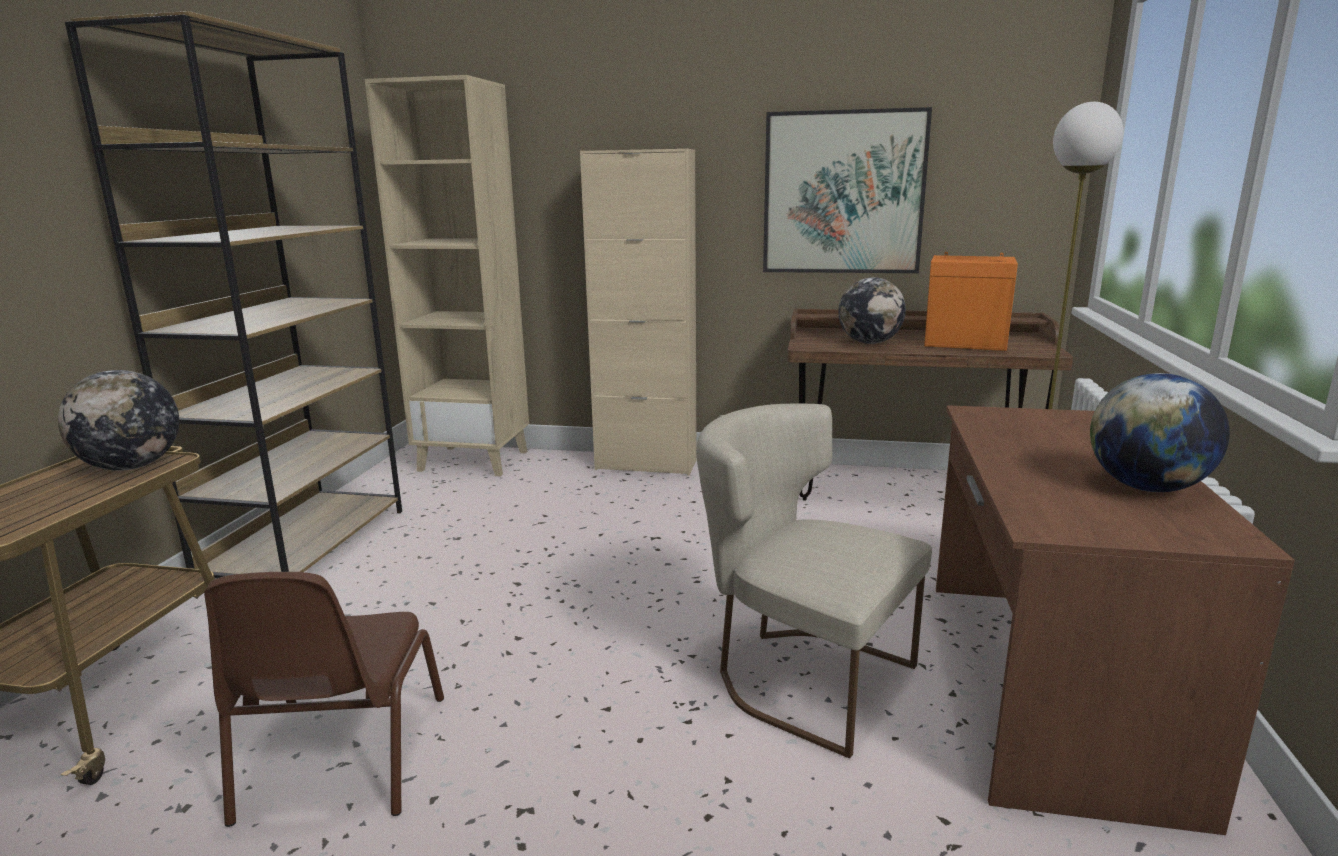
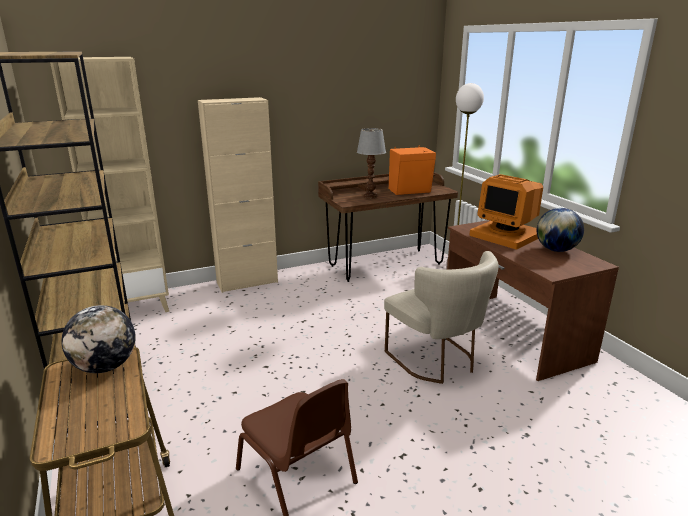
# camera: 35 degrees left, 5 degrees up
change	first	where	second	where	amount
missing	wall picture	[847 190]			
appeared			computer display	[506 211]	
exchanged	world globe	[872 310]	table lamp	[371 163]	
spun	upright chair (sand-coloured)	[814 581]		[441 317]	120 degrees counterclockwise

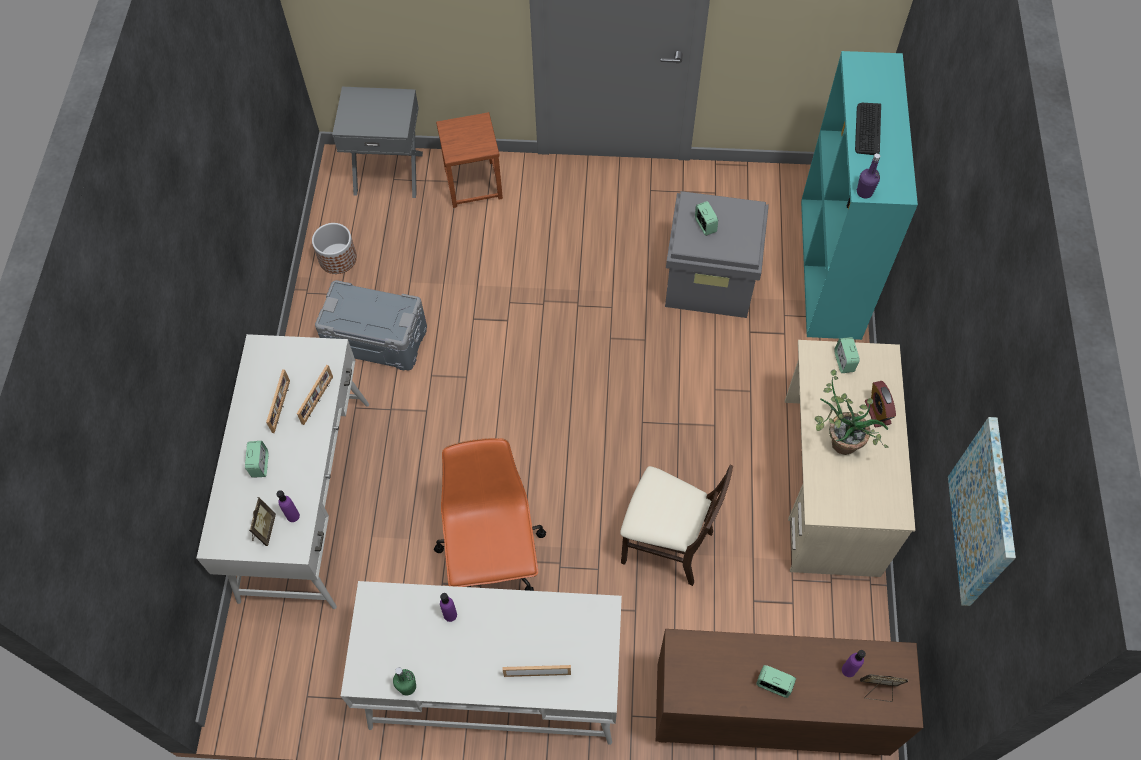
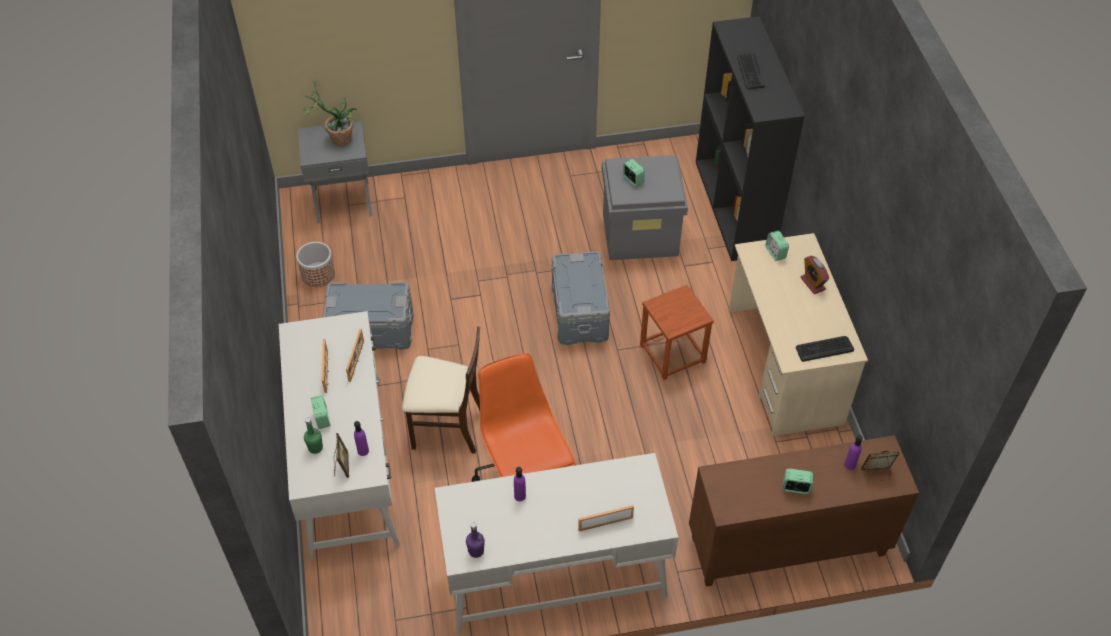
# camera: 15 degrees left, 10 degrees down
change	first	where	second	where	amount
missing	wall picture	[982 511]			
appeared			storage container (gray)	[580 298]	
appeared			keyboard	[825 349]	
relocated	drink bottle (green-coloured)	[404 681]		[313 436]	
relocated	sitting stool (brown-coloured)	[469 160]		[677 332]	
relocated	upright chair (sand-coloured)	[676 525]		[441 390]	
relocated	houseplant	[851 412]		[332 113]	
relocated	drink bottle (purple-coloured)	[868 175]		[475 540]	
colour	shelving unit (turquoise-coloured)	[859 195]	shelving unit (black-coloured)	[750 138]	

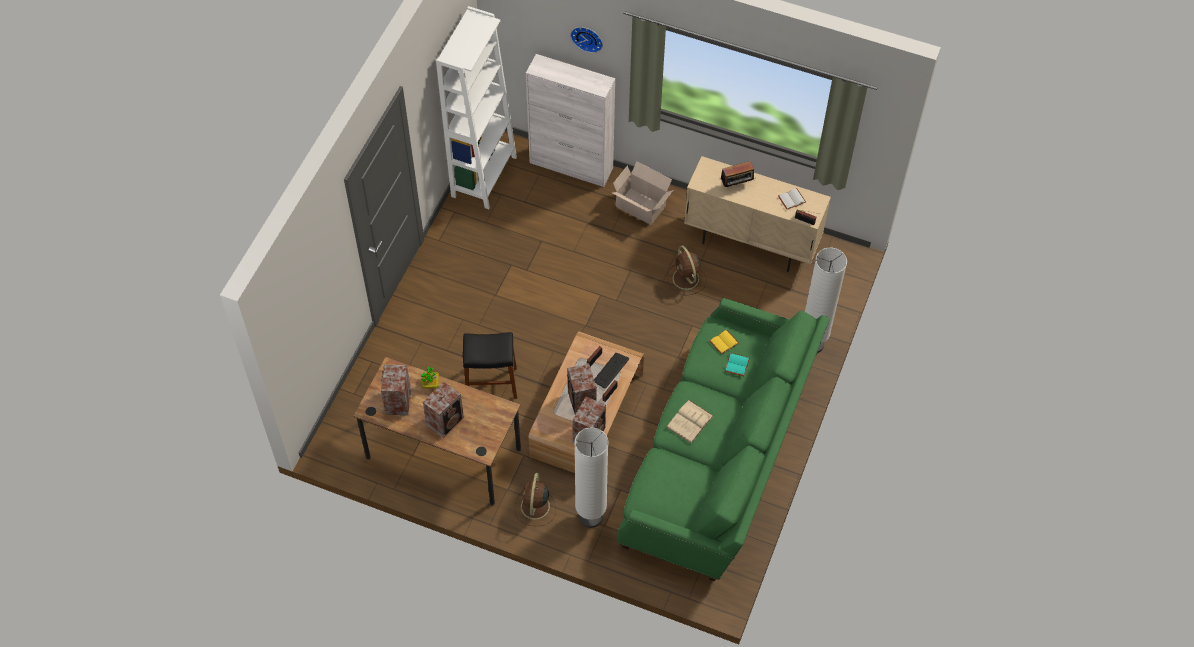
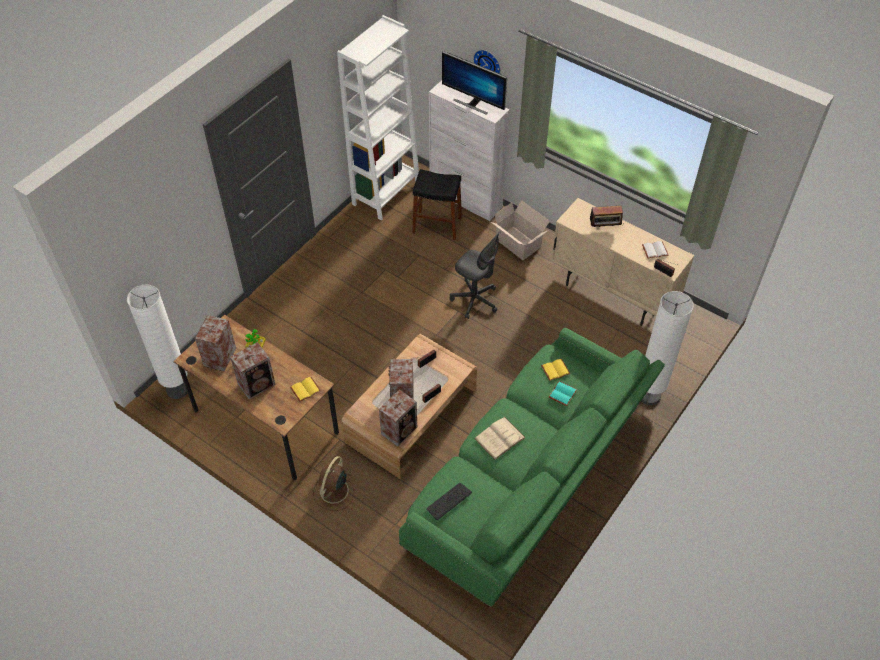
# camera: 15 degrees right, 5 degrees down
change	first	where	second	where	amount
missing	electric fan (brown-coloured)	[687 271]			
appeared			book (yellowish)	[305 389]	
appeared			computer display	[474 83]	
appeared			office chair (gray)	[475 275]	
relocated	sitting stool (black-coloured)	[490 365]		[437 204]	
relocated	standing lamp (white)	[591 477]		[157 342]	
relocated	keyboard	[611 370]		[449 501]	

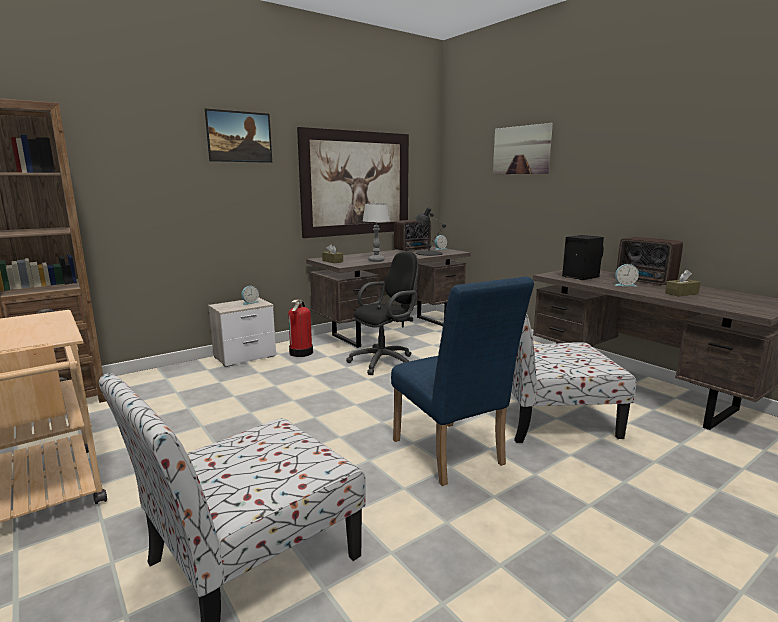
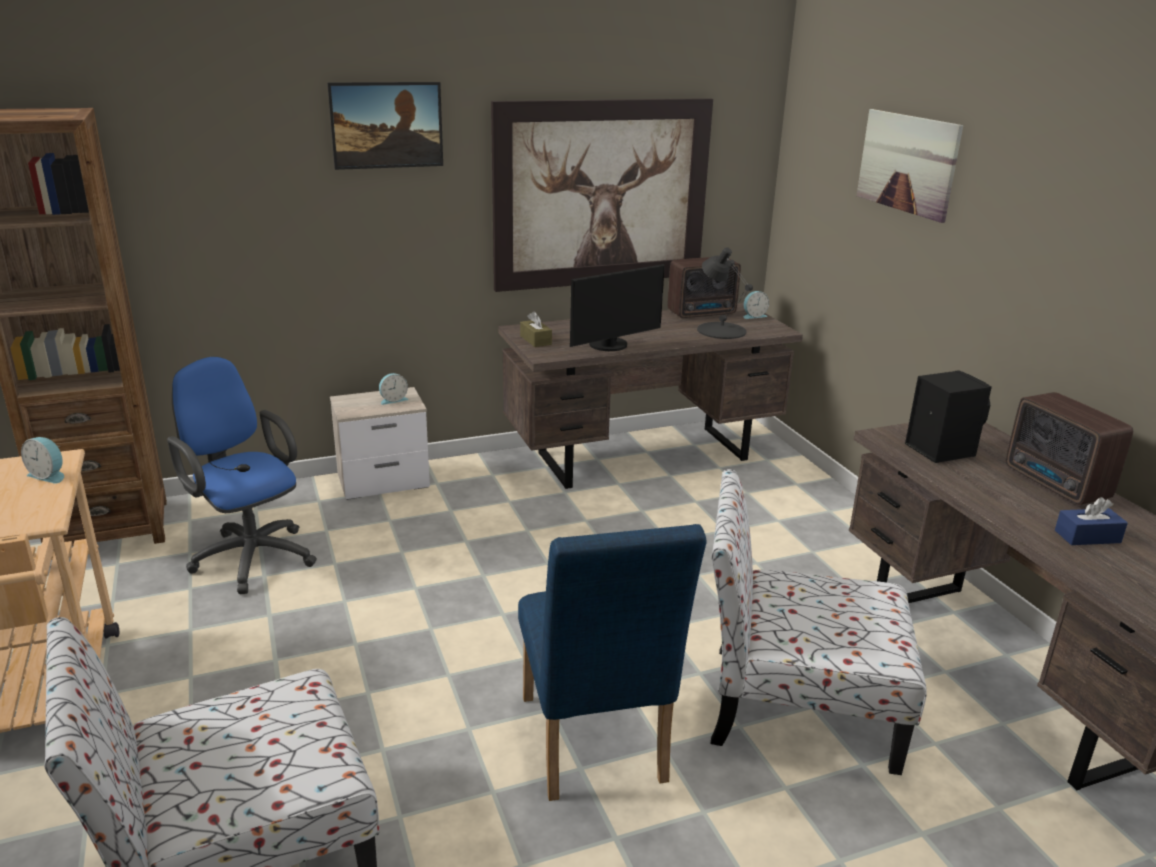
# camera: 15 degrees right, 10 degrees up
change	first	where	second	where	amount
missing	extinguisher	[300 328]			
missing	office chair (black-coloured)	[382 313]			
appeared			office chair (blue)	[242 475]	
relocated	bedside clock	[626 275]		[42 460]	
exchanged	table lamp	[376 232]	computer display	[617 307]	
colour	box of tissues (brown-coloured)	[683 283]	box of tissues (blue)	[1091 521]	

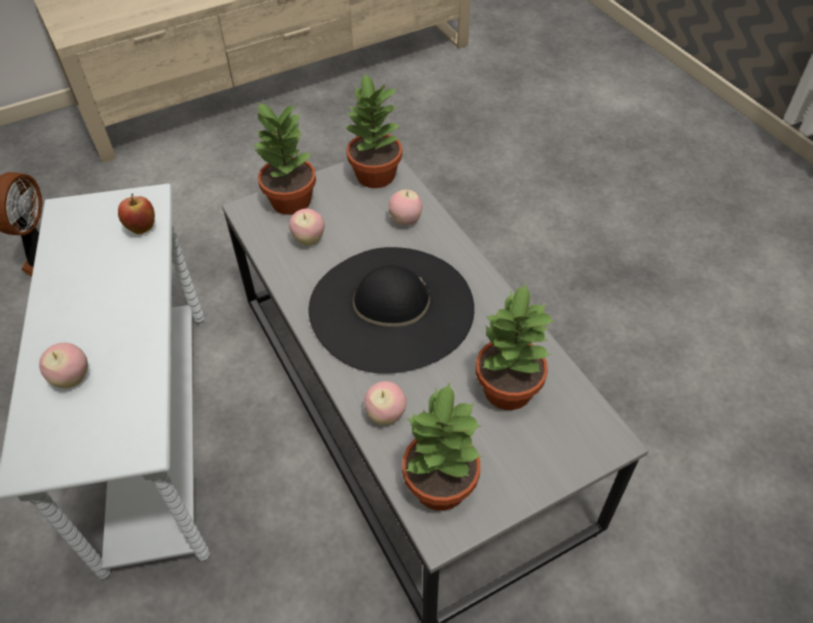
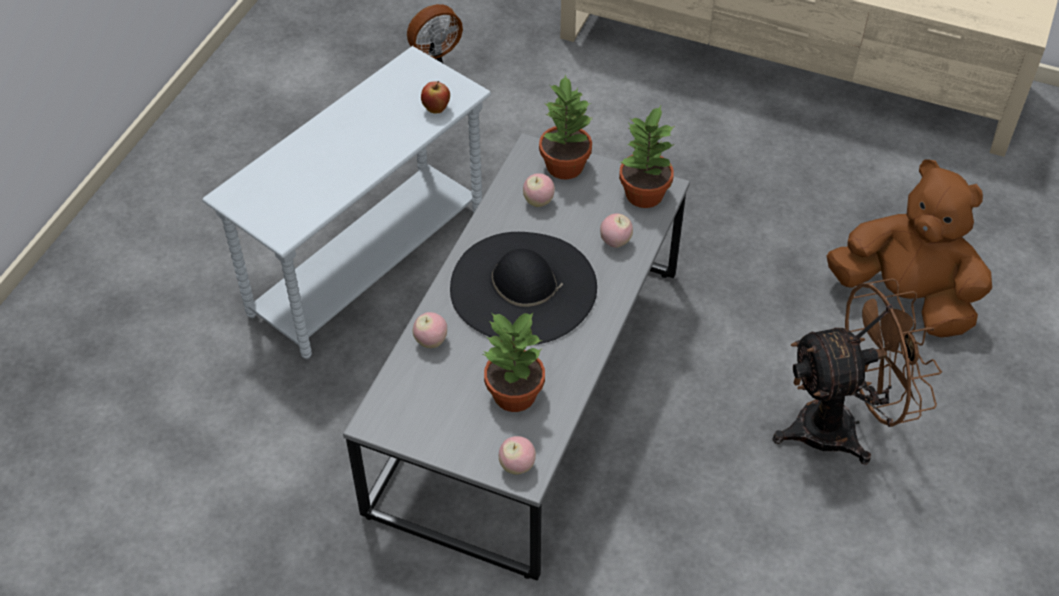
# camera: 50 degrees right, 0 degrees up
change	first	where	second	where	amount
missing	houseplant	[442 446]			
appeared			electric fan (brown-coloured)	[857 371]	
appeared			plush toy (brown-coloured)	[909 248]	
relocated	whole apple	[63 365]		[517 455]	

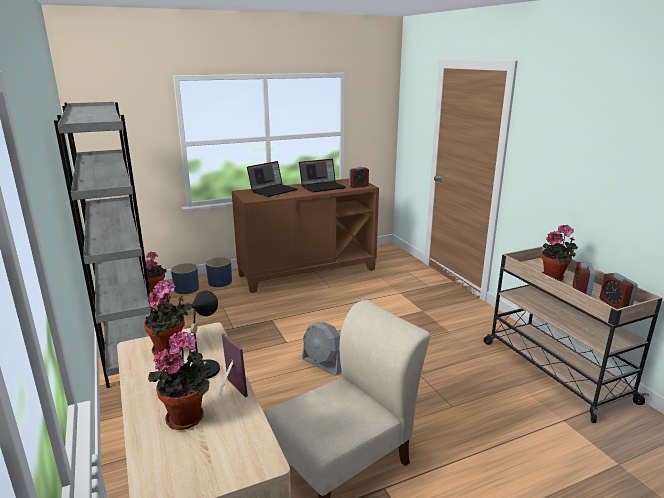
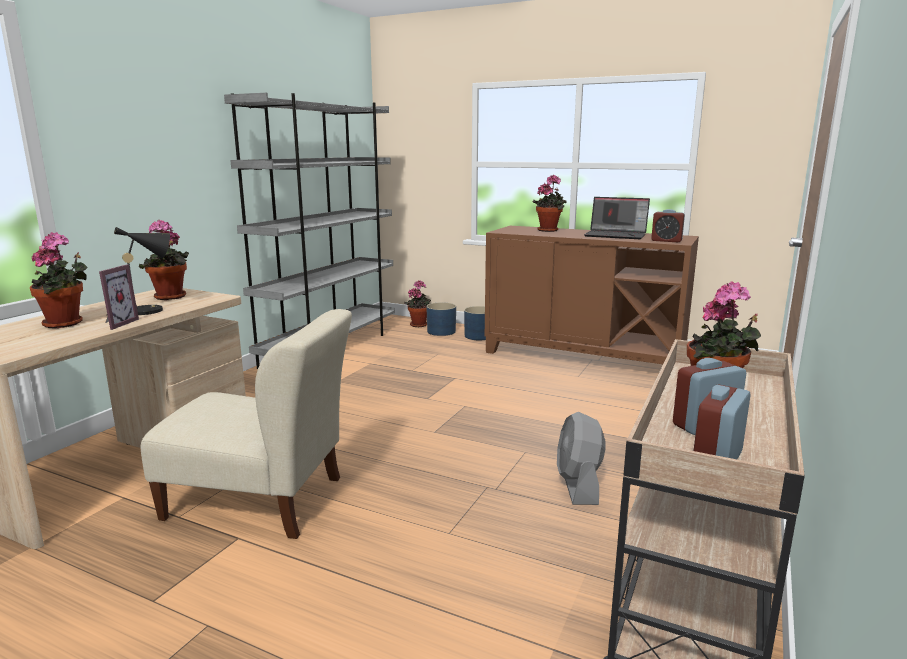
# camera: 50 degrees right, 5 degrees down
change	first	where	second	where	amount
relocated	electric fan (gray)	[322 349]		[581 458]	
exchanged	portable computer	[272 179]	houseplant	[549 203]	

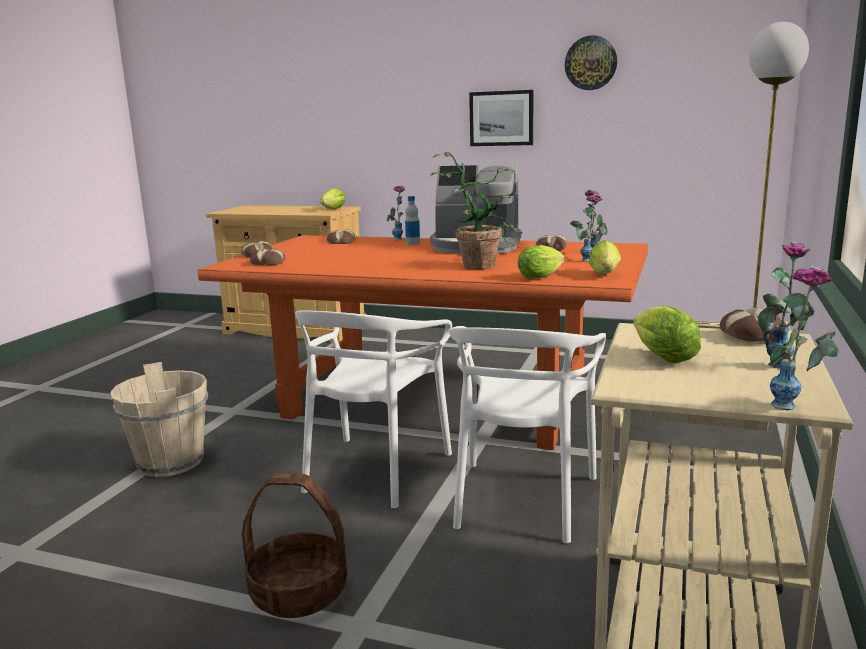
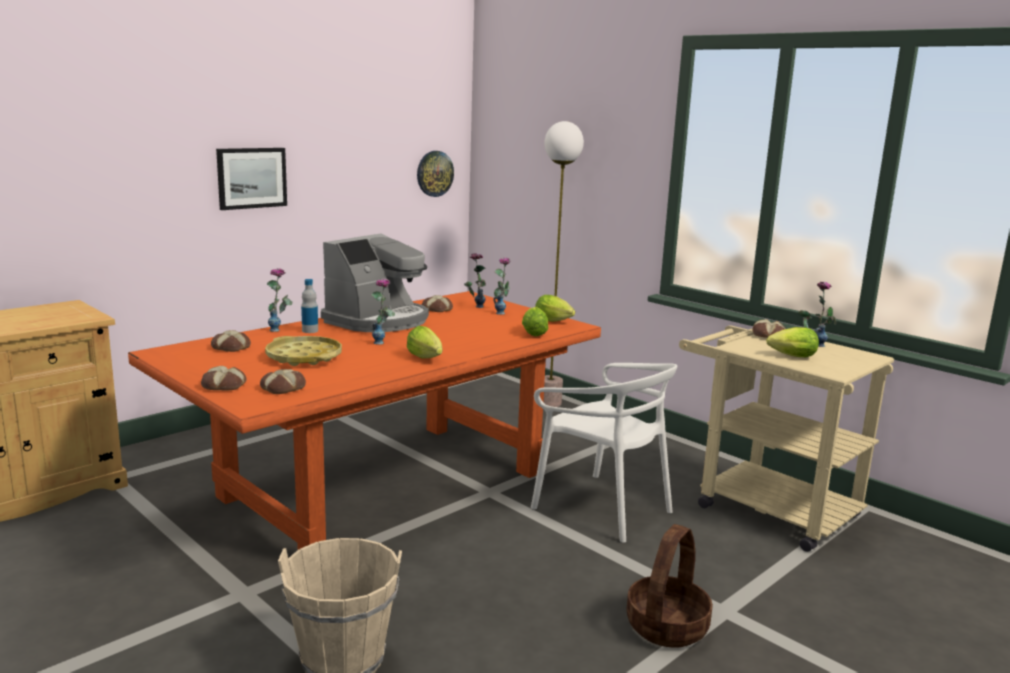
# camera: 65 degrees left, 0 degrees up
change	first	where	second	where	amount
missing	upright chair (white)	[373 409]			
missing	houseplant	[476 210]			
appeared			tray (yellowish)	[303 351]	
relocated	lettuce head	[333 198]		[425 342]	
relocated	wall clock	[591 62]		[435 174]	
relocated	vase	[804 338]		[383 311]	

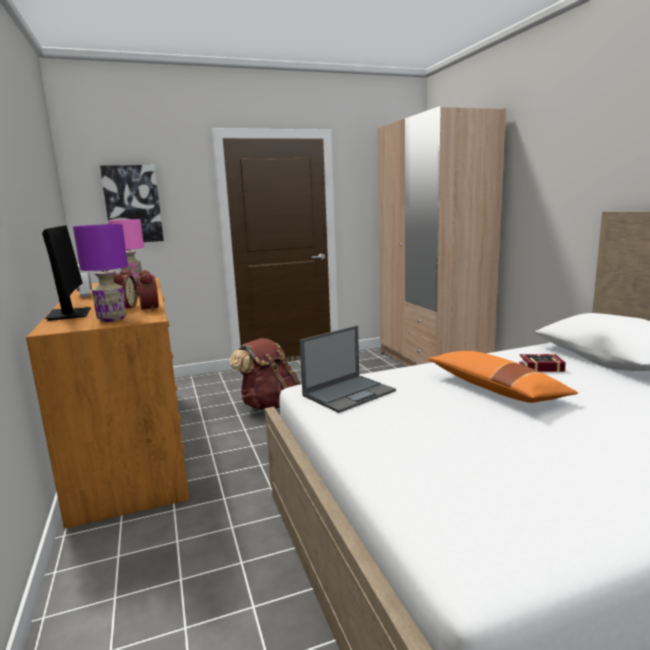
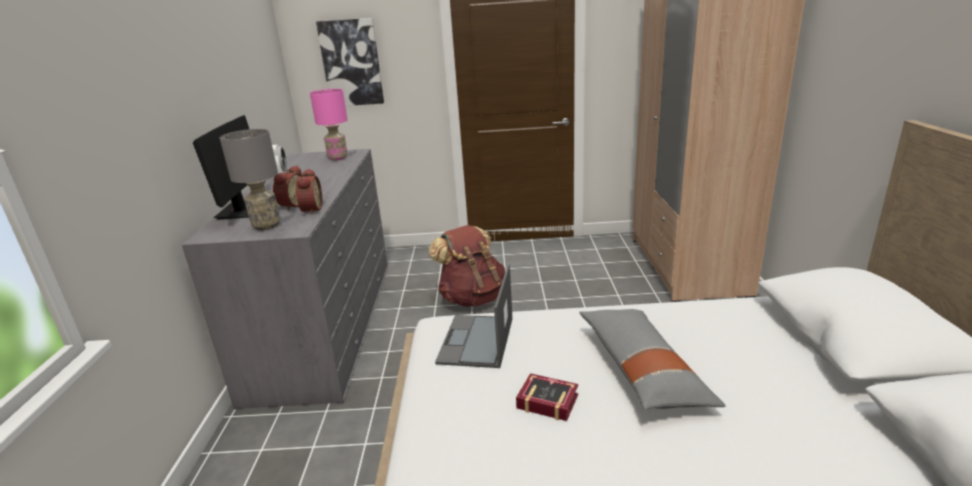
# camera: 20 degrees right, 10 degrees up
change	first	where	second	where	amount
relocated	book	[542 363]		[547 397]	
colour	drawer chest (brown-coloured)	[107 403]	drawer chest (gray)	[285 279]	
colour	table lamp (purple-coloured)	[100 273]	table lamp (gray)	[250 179]	
colour	pillow (orange)	[503 377]	pillow (gray)	[652 359]	
spun	portable computer	[348 369]		[473 316]	120 degrees clockwise

